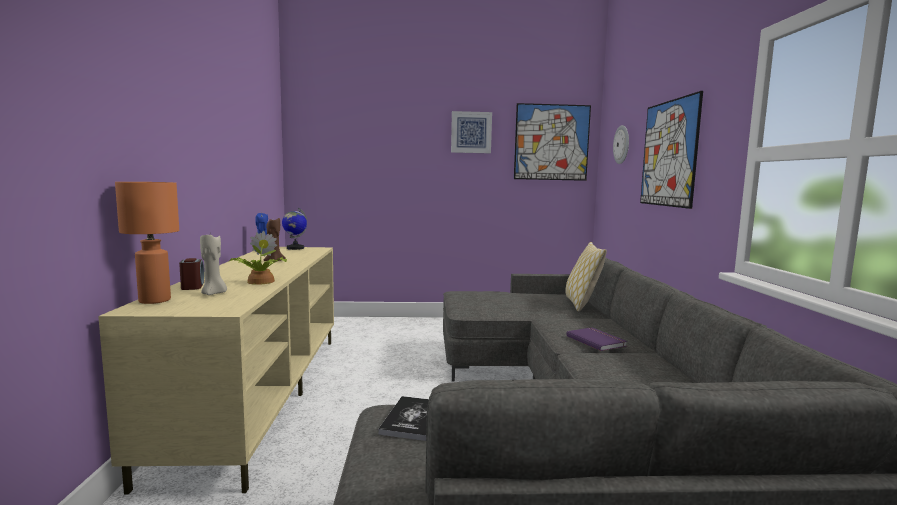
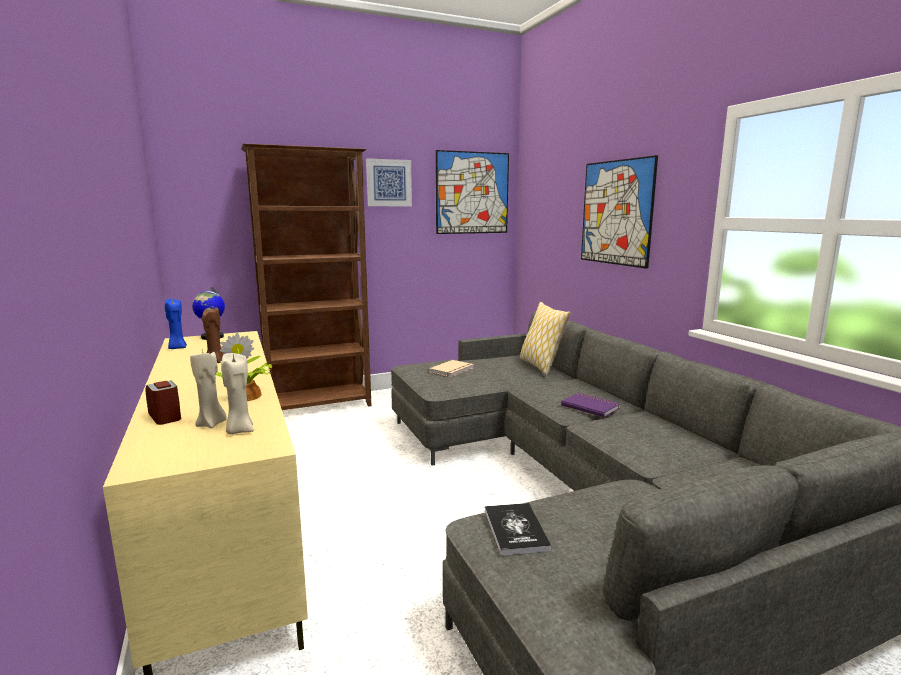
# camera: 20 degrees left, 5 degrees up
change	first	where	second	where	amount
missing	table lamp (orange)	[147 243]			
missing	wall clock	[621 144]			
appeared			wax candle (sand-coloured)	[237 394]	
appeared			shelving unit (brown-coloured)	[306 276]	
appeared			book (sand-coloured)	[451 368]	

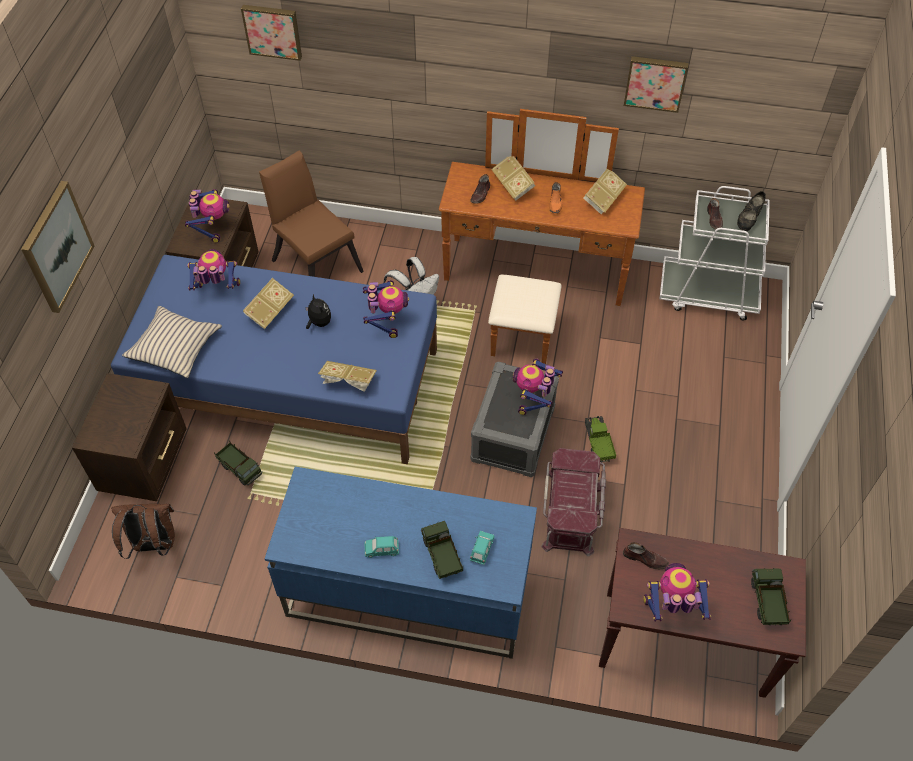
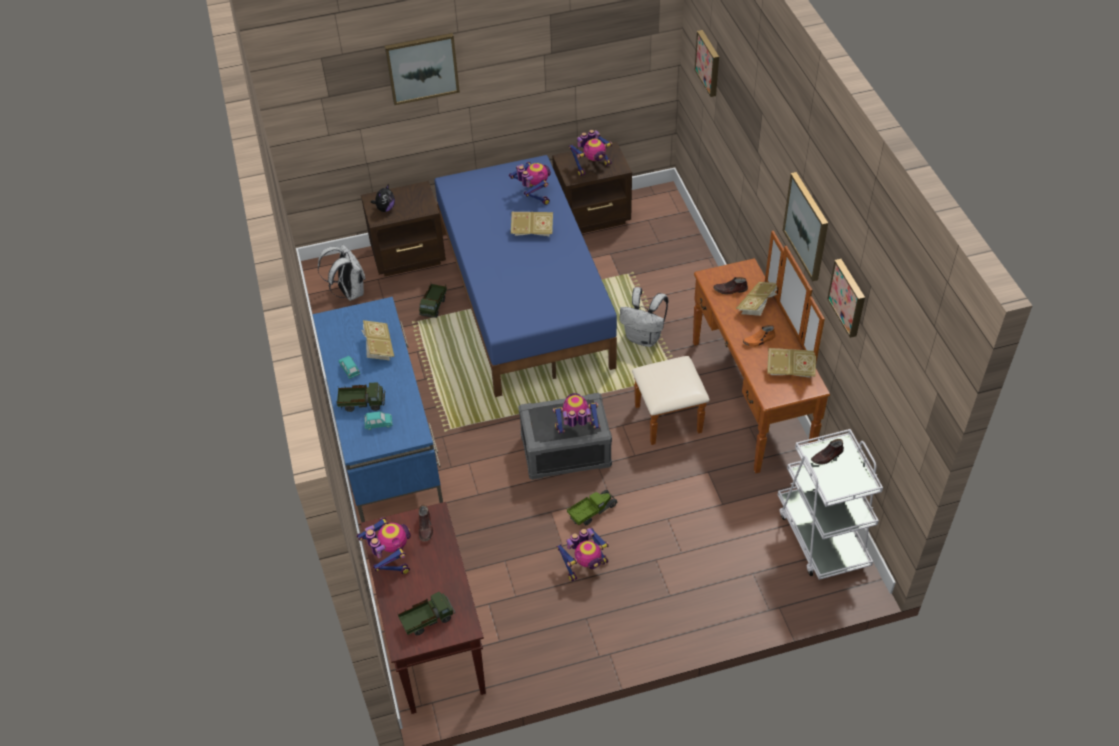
# camera: 65 degrees right, 5 degrees down
change	first	where	second	where	amount
missing	pillow (sand-coloured)	[172 342]			
missing	upright chair (brown-coloured)	[311 213]			
missing	storage container (red-coloured)	[573 502]			
missing	item of footwear (black-coloured)	[751 211]			
appeared			wall picture	[805 226]	
relocated	plush toy	[318 311]		[383 198]	
relocated	book	[347 376]		[378 340]	
relocated	model robot	[386 309]		[582 555]	
colour	rucksack (brown-coloured)	[143 531]	rucksack (white)	[341 272]	
spun	toy lorry	[442 550]		[360 397]	45 degrees clockwise

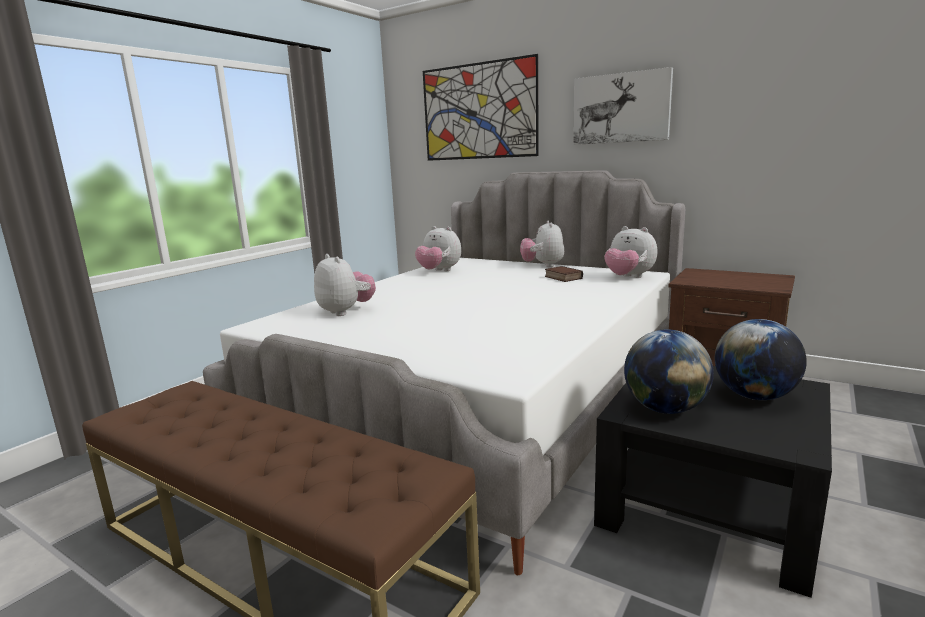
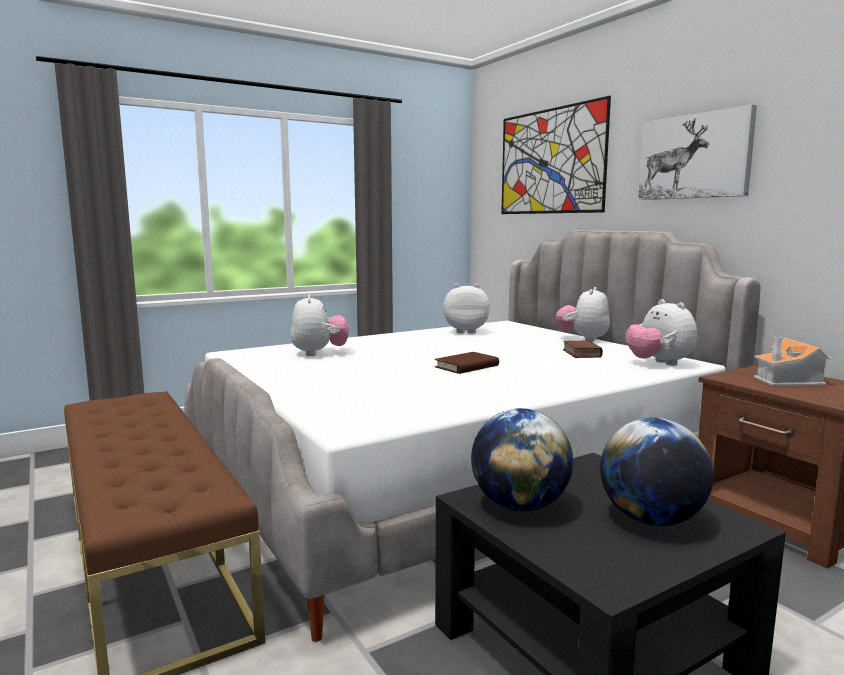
# camera: 25 degrees right, 5 degrees down
change	first	where	second	where	amount
appeared			book (brown-coloured)	[467 363]	
appeared			toy house	[794 360]	
spun	plush toy	[438 248]		[466 308]	120 degrees clockwise

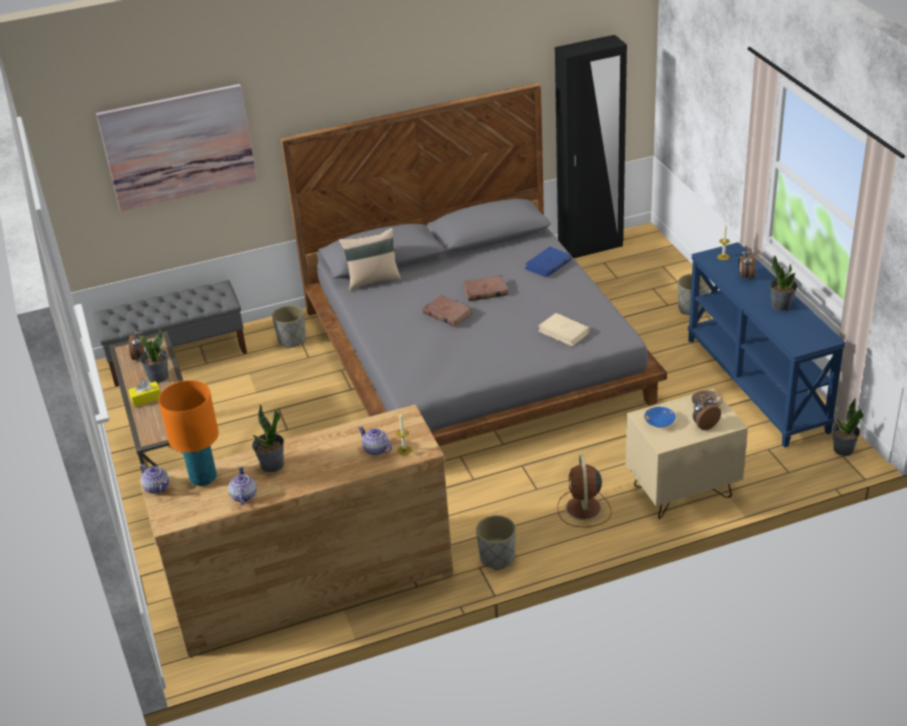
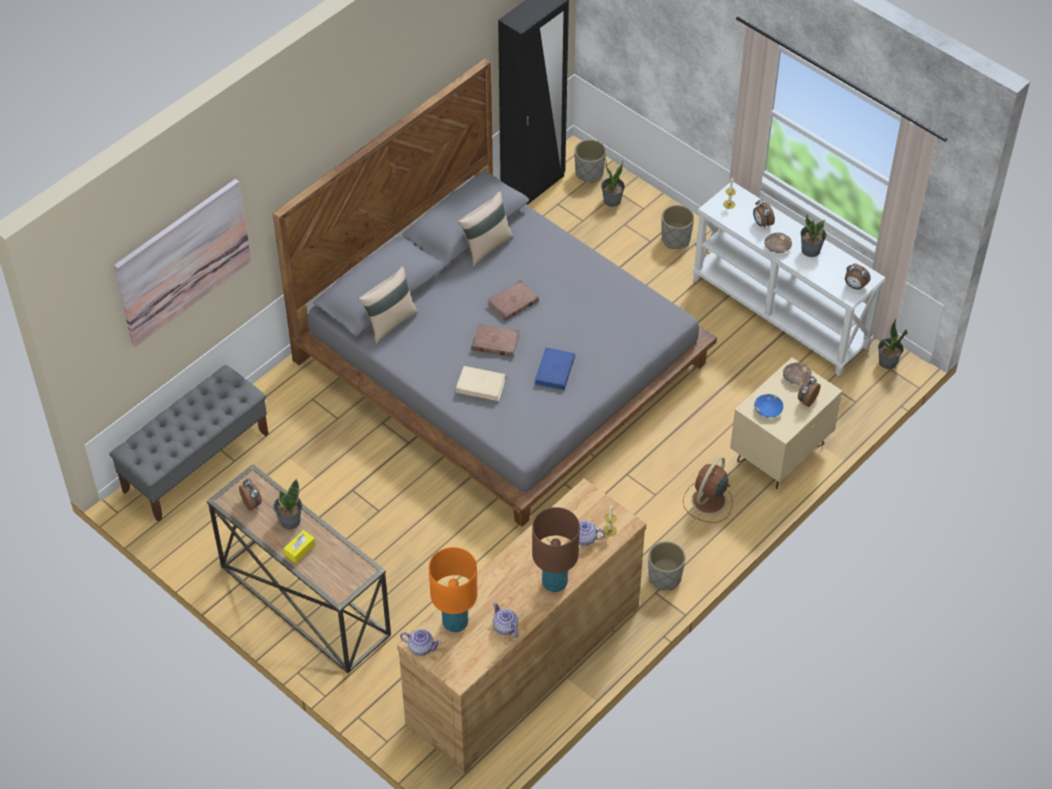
# camera: 30 degrees left, 15 degrees up
change	first	where	second	where	amount
appeared			pillow (sand-coloured)	[485 229]	
appeared			table lamp (brown-coloured)	[556 549]	
appeared			bowl (brown-coloured)	[778 243]	
appeared			bedside clock	[858 276]	
relocated	houseplant	[268 438]		[613 183]	
relocated	planter (gray)	[289 326]		[590 161]	
relocated	book (blue)	[548 262]		[554 369]	
relocated	book (sand-coloured)	[564 330]		[481 384]	
colour	narrow table (blue)	[766 344]	narrow table (white)	[789 279]	
spun	electric fan (brown-coloured)	[584 491]		[707 490]	60 degrees clockwise

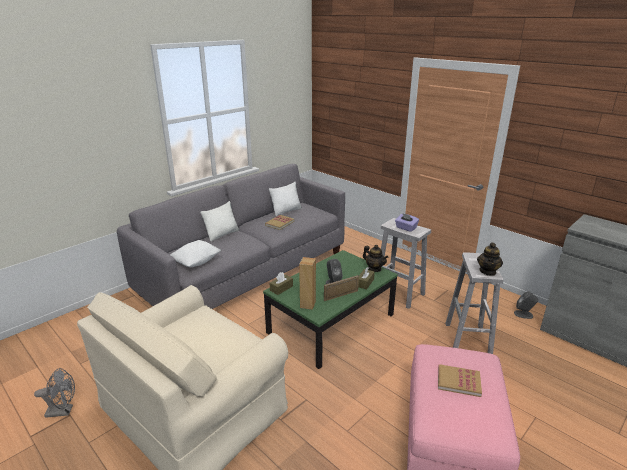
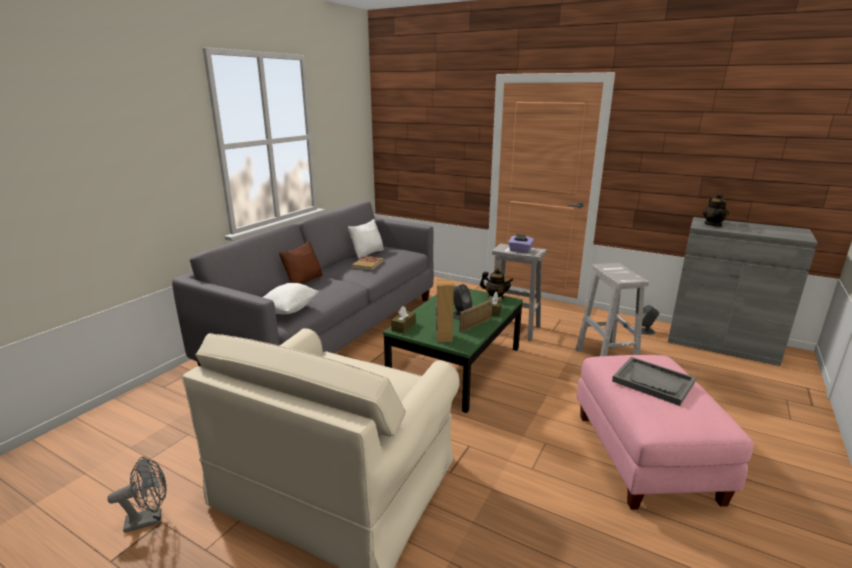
# camera: 15 degrees left, 5 degrees down
change	first	where	second	where	amount
relocated	tea pot	[490 259]		[716 210]	
exchanged	book	[460 380]	tray (gray)	[654 381]	
colour	pillow (white)	[219 221]	pillow (brown-coloured)	[301 262]	

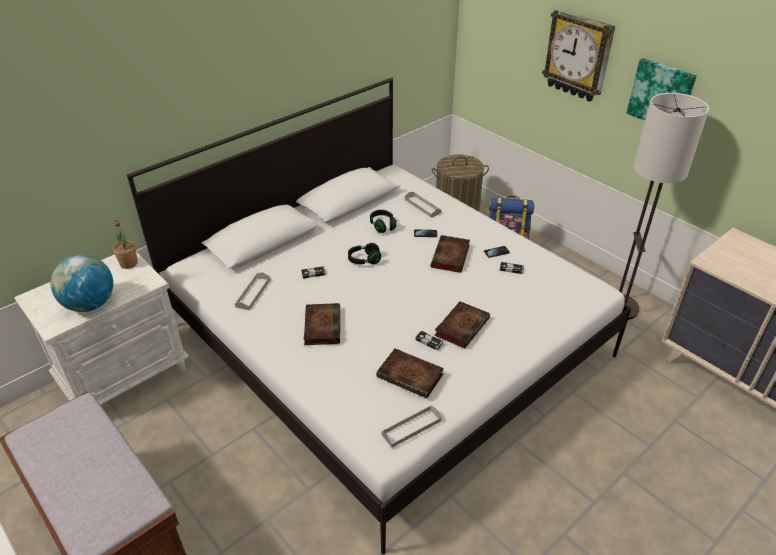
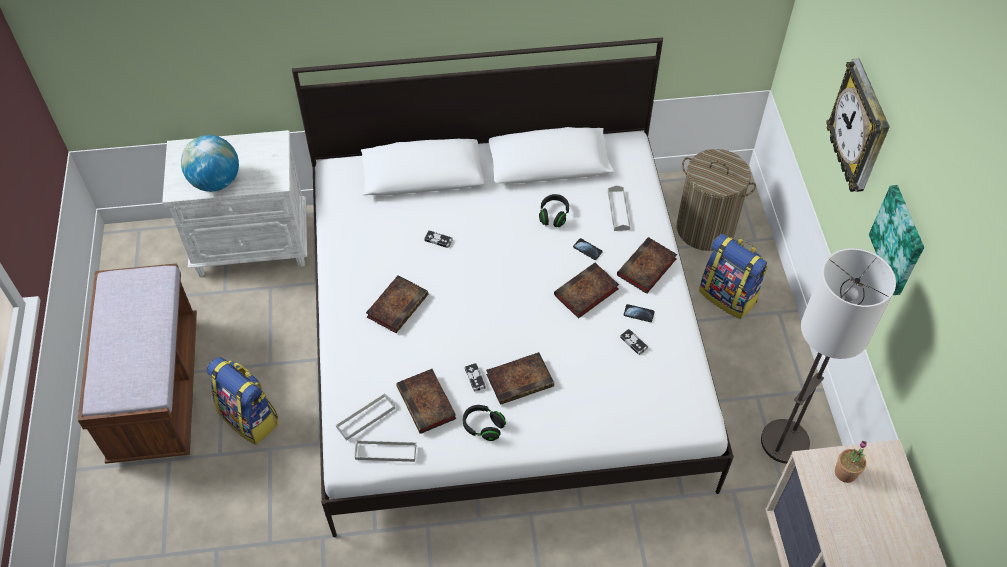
# camera: 35 degrees right, 15 degrees up
change	first	where	second	where	amount
appeared			rucksack	[242 401]	
appeared			book	[647 265]	
relocated	houseplant	[125 244]		[851 462]	
relocated	tray (gray)	[252 291]		[365 417]	
relocated	headset (black-coloured)	[364 253]		[484 423]	

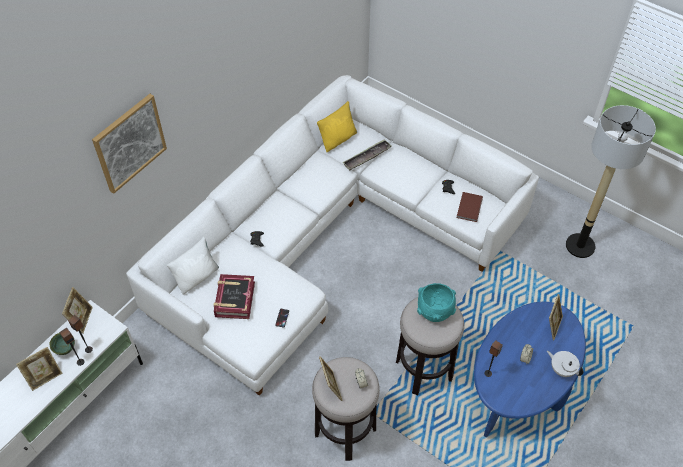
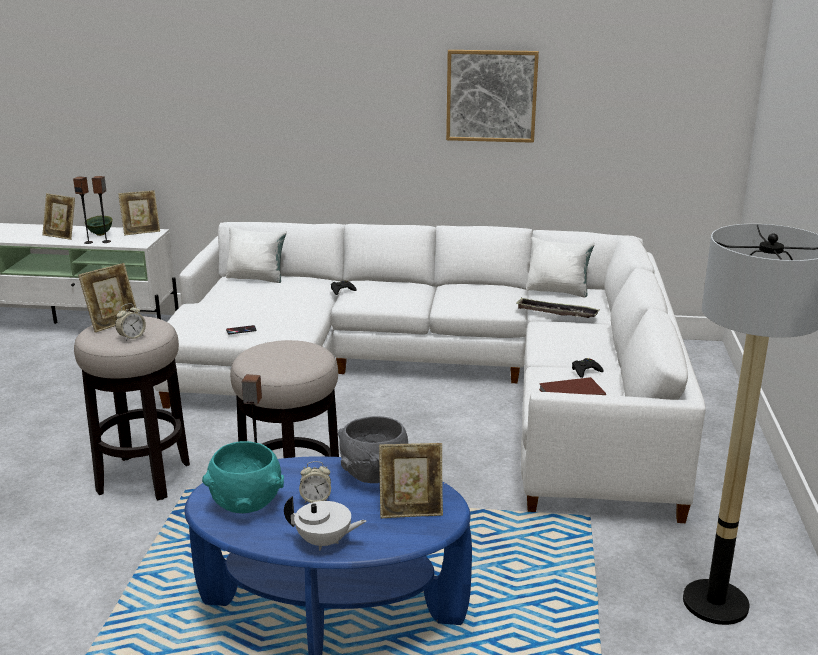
# camera: 60 degrees right, 30 degrees down
change	first	where	second	where	amount
missing	book	[234 296]			
appeared			bowl (gray)	[373 449]	
relocated	wall picture	[129 144]		[492 96]	
relocated	bowl (turquoise-coloured)	[436 302]		[243 477]	
colour	pillow (yellowish)	[337 126]	pillow (white)	[560 267]	
spun	tea pot (white)	[565 364]		[325 523]	90 degrees clockwise

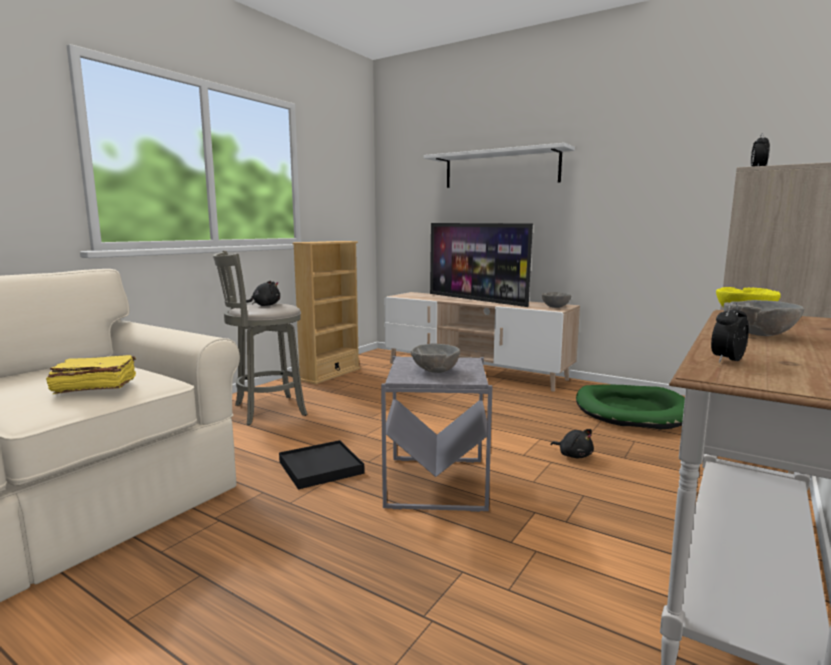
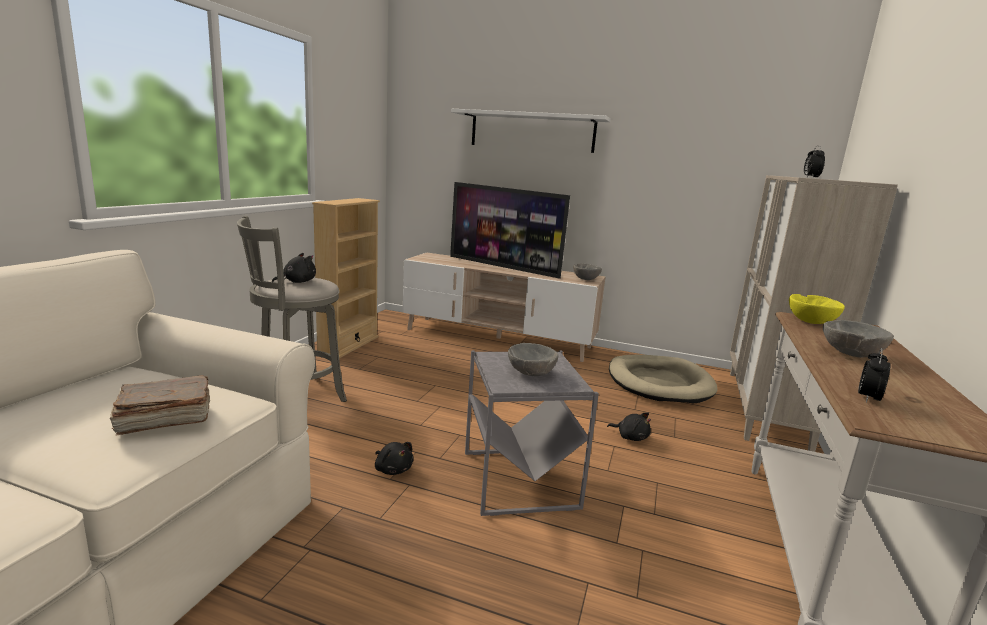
# camera: 15 degrees left, 5 degrees up
change	first	where	second	where	amount
exchanged	tray (black-coloured)	[322 465]	plush toy (black-coloured)	[394 458]	
colour	book (yellowish)	[91 374]	book (brown-coloured)	[160 405]	
colour	dog cushion (green-coloured)	[630 407]	dog cushion (sand-coloured)	[663 379]	

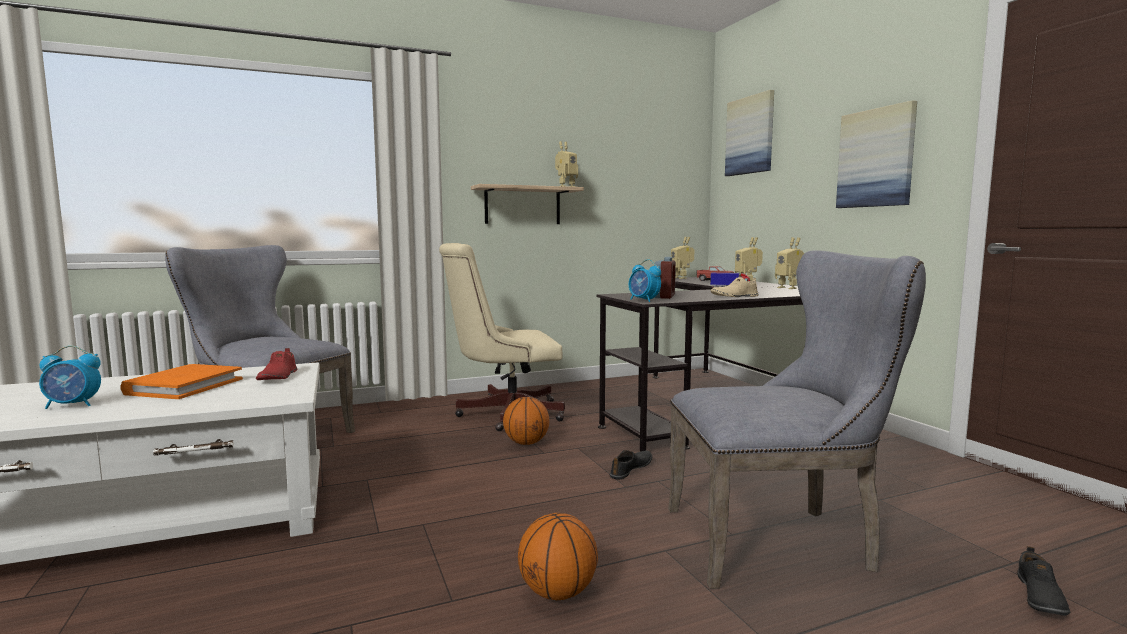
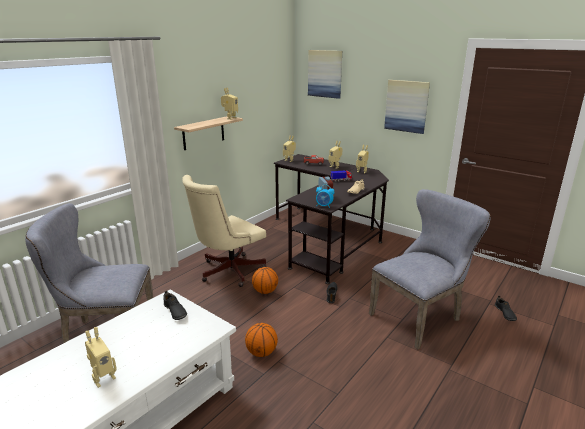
# camera: 30 degrees left, 15 degrees up
change	first	where	second	where	amount
missing	book (orange)	[181 381]			
relocated	ball for basketball	[558 556]		[261 340]	
exchanged	bedside clock	[70 377]	model robot	[101 357]	
colour	item of footwear (red-coloured)	[277 364]	item of footwear (black-coloured)	[175 305]	

